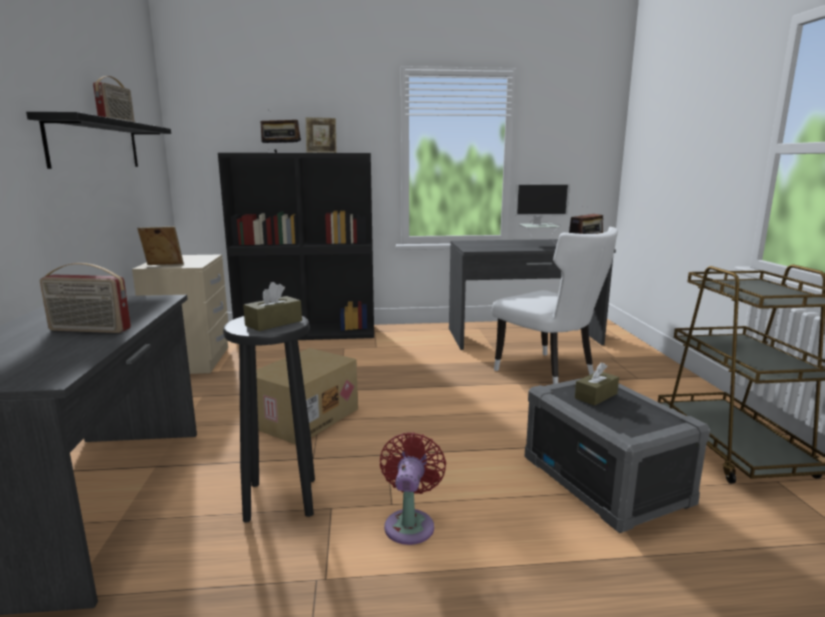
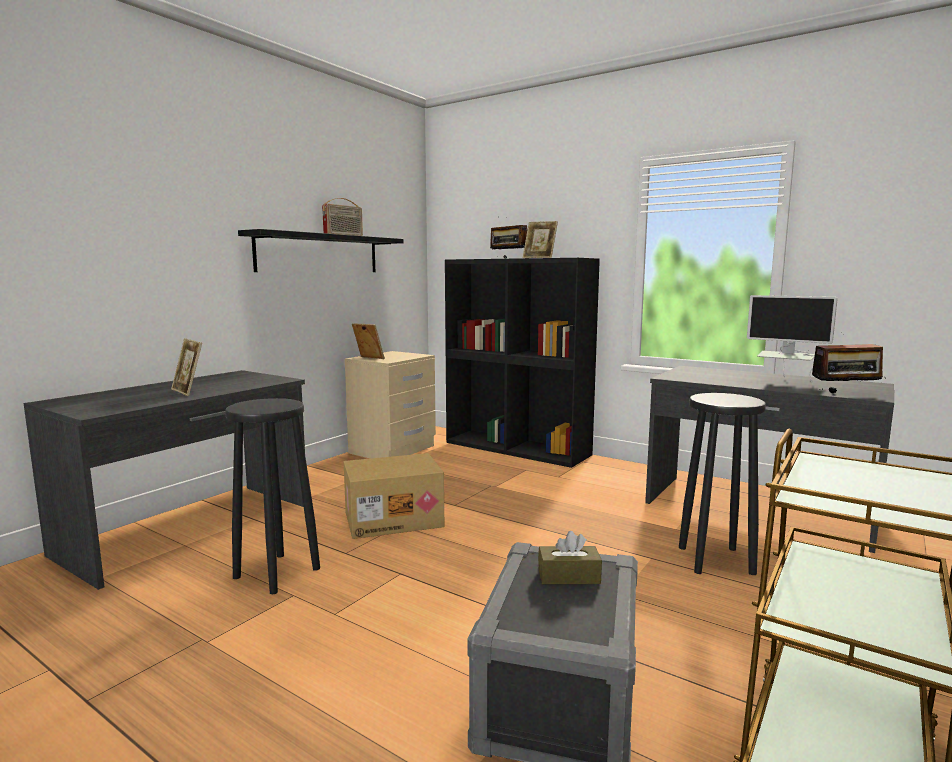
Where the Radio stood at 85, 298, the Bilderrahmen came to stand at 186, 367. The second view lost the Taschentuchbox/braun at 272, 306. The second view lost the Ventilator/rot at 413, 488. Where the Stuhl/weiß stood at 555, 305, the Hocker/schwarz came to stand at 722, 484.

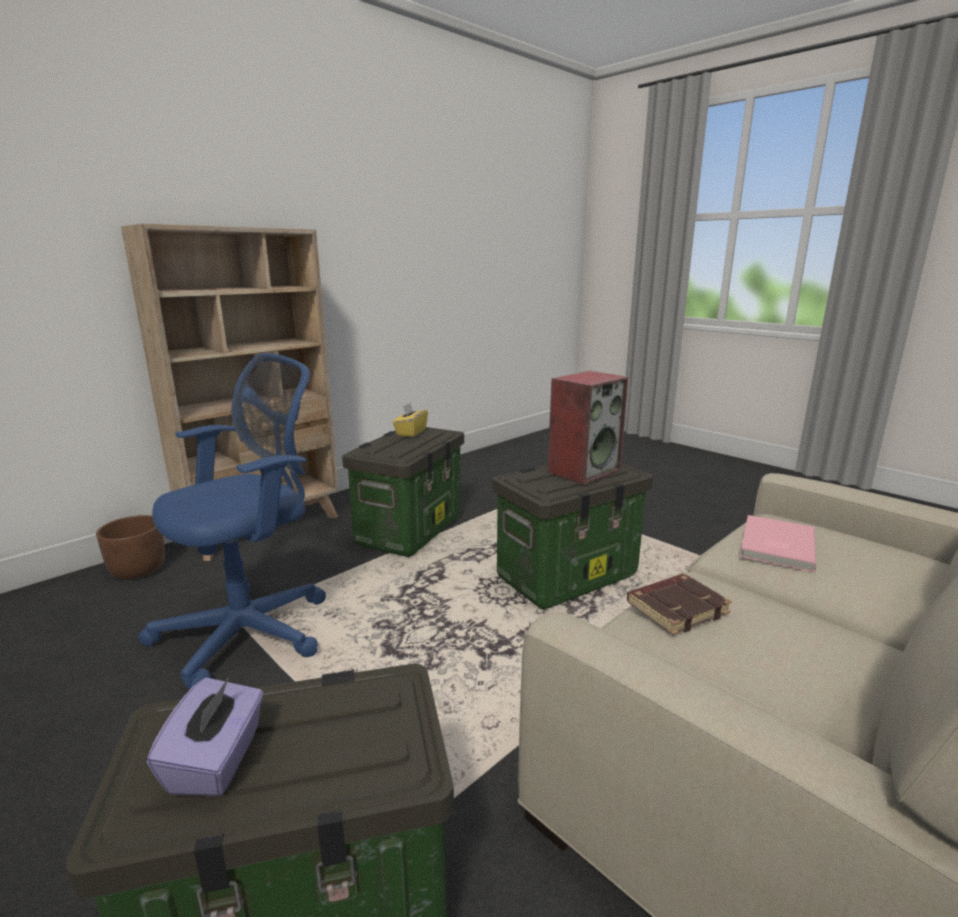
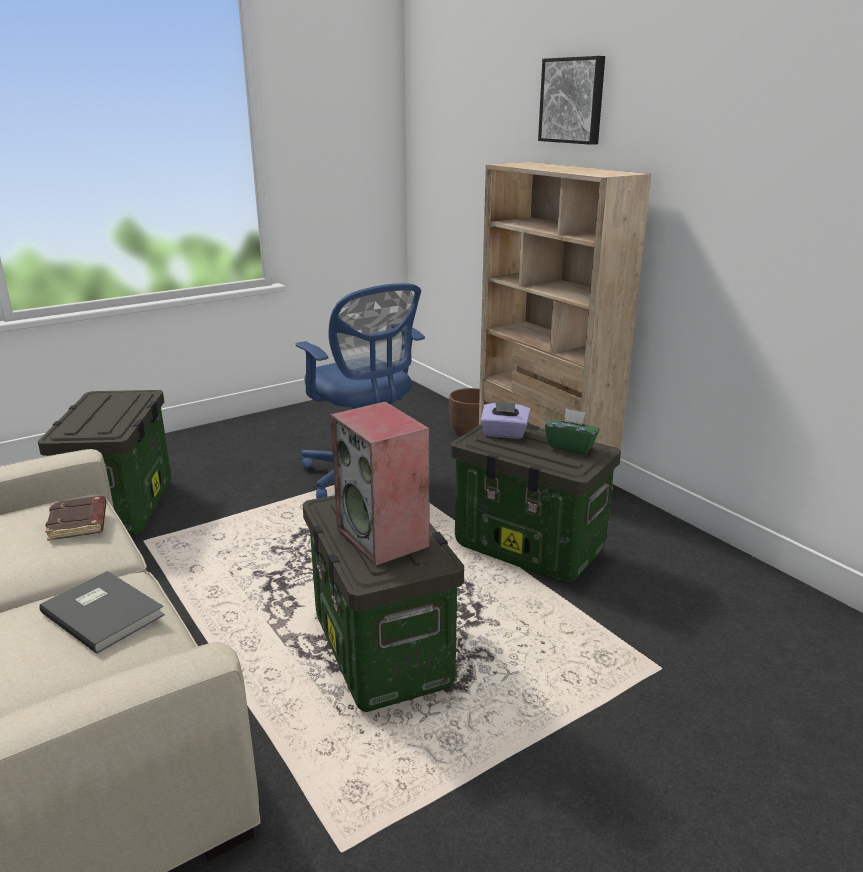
The Taschentuchbox/lila ended up elsewhere, having gone from 205, 736 to 505, 420. What was the Taschentuchbox/gelb at 410, 420 turned into the Taschentuchbox/grün at 572, 431. What was the Buch/rosa at 778, 543 turned into the Buch/grau at 102, 612. The second view gained the Bild at 571, 100.

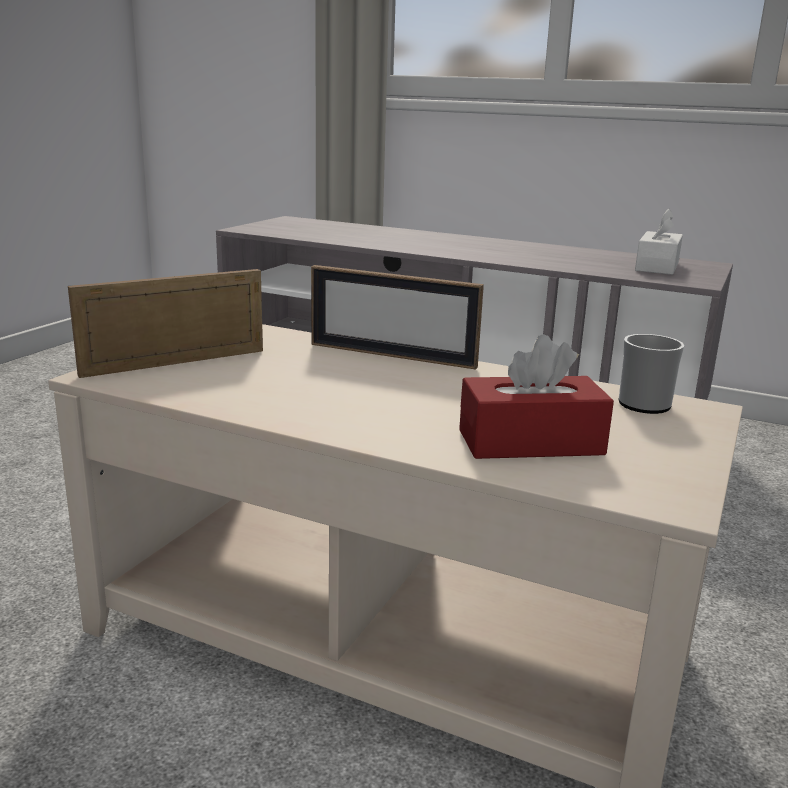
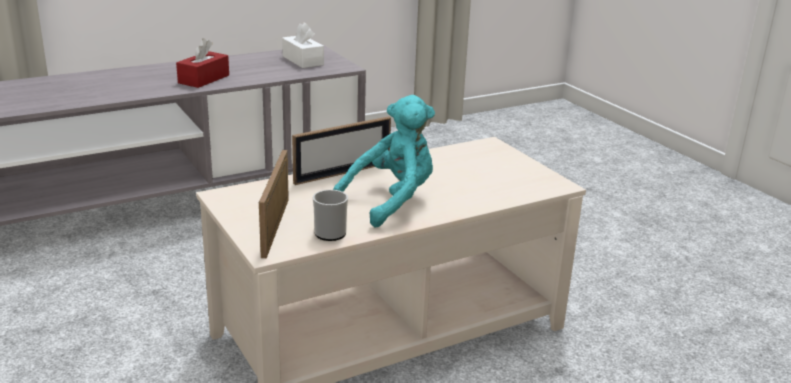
The Taschentuchbox/rot ended up elsewhere, having gone from 536, 396 to 202, 63. The Henkelbecher ended up elsewhere, having gone from 651, 374 to 330, 215. The second view gained the Plüschtier/türkis at 384, 161.

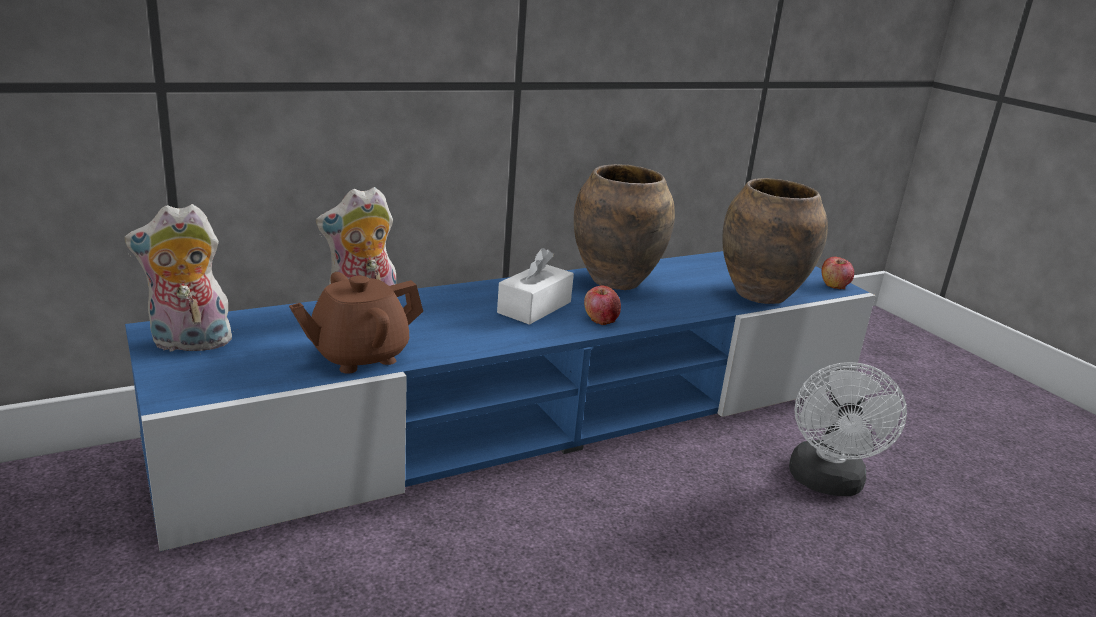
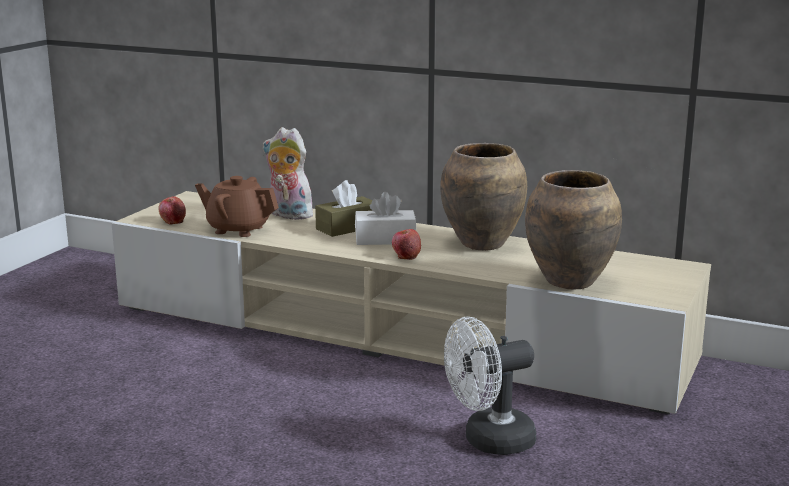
The second view lost the Plüschtier at 179, 278. What was the Fernsehschrank/blau at 500, 401 turned into the Fernsehschrank/beige at 411, 303. The Apfel ended up elsewhere, having gone from 838, 273 to 172, 210. The second view gained the Taschentuchbox/braun at 344, 208.

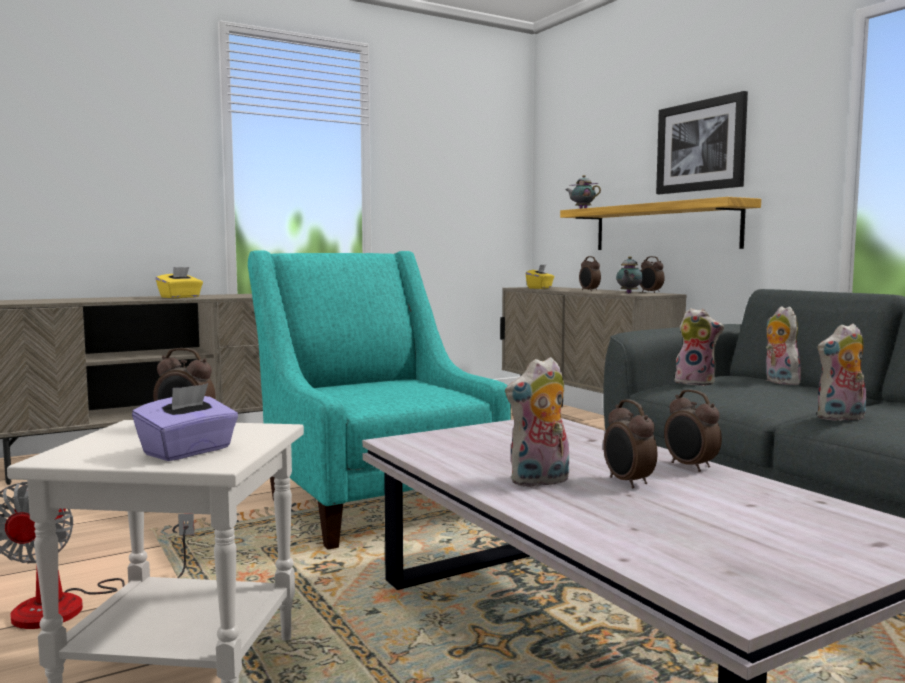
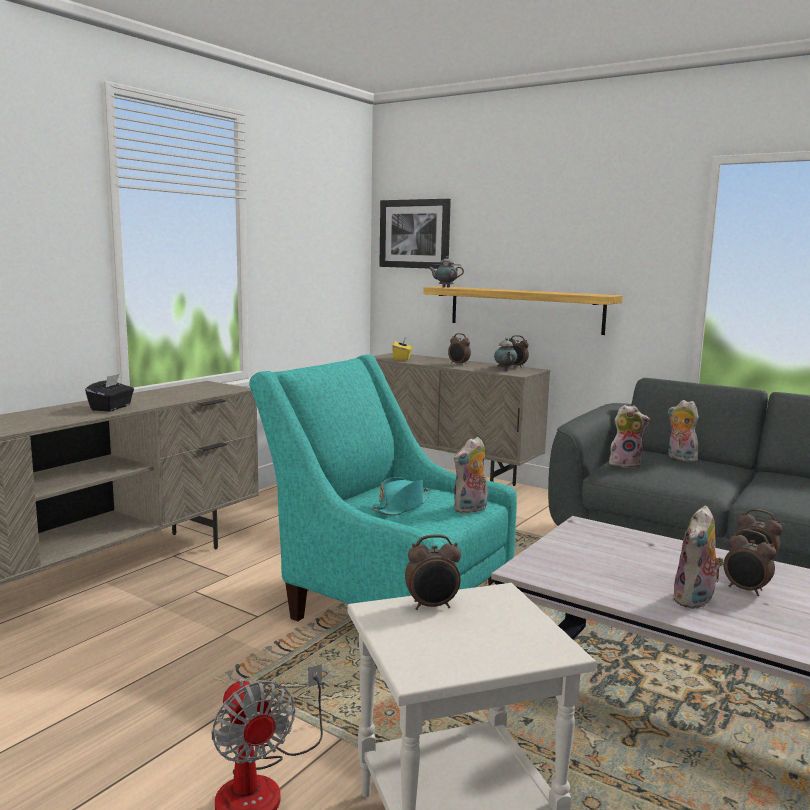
The second view lost the Taschentuchbox/lila at 185, 422. What was the Taschentuchbox/gelb at 179, 282 turned into the Taschentuchbox/schwarz at 109, 393. The Bild ended up elsewhere, having gone from 702, 142 to 415, 234. The Plüschtier ended up elsewhere, having gone from 841, 372 to 471, 475. The second view gained the Hut/türkis at 401, 496.

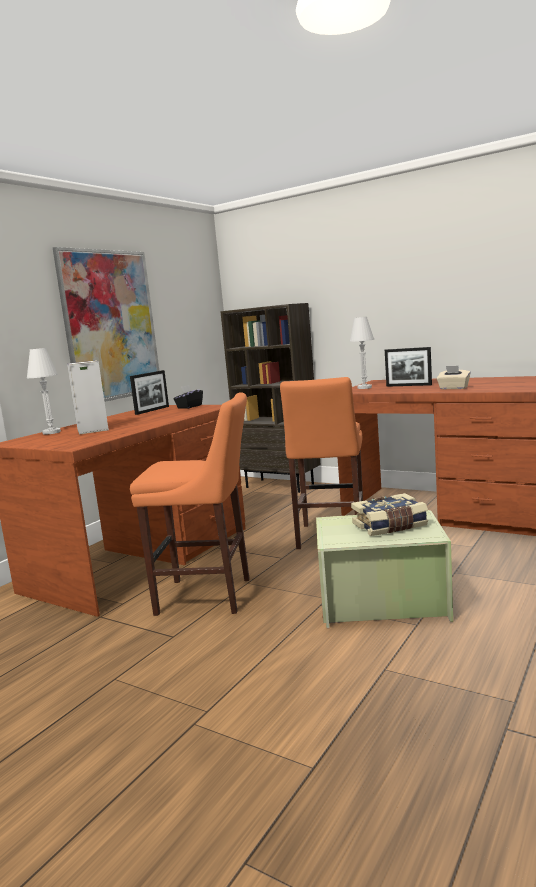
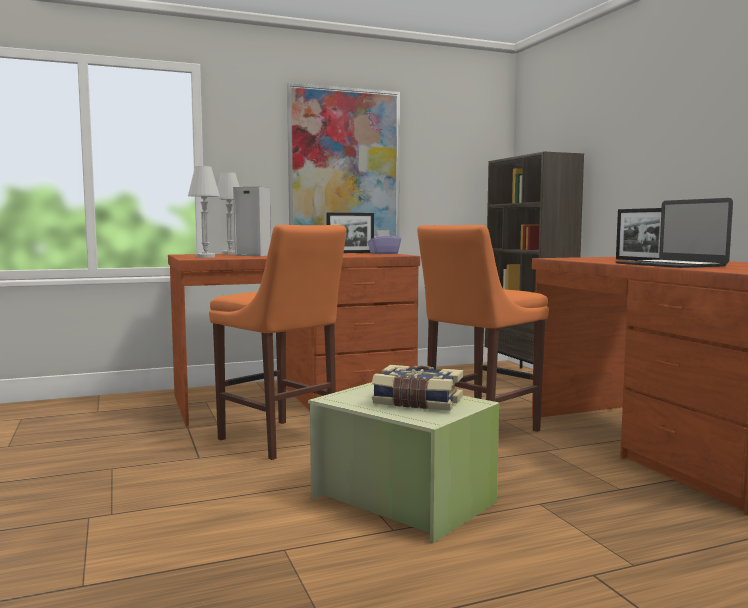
What was the Taschentuchbox/schwarz at 188, 397 turned into the Taschentuchbox/lila at 384, 242. The Tischlampe/weiß ended up elsewhere, having gone from 361, 353 to 204, 212. Where the Taschentuchbox/beige stood at 454, 377, the Laptop came to stand at 674, 233.

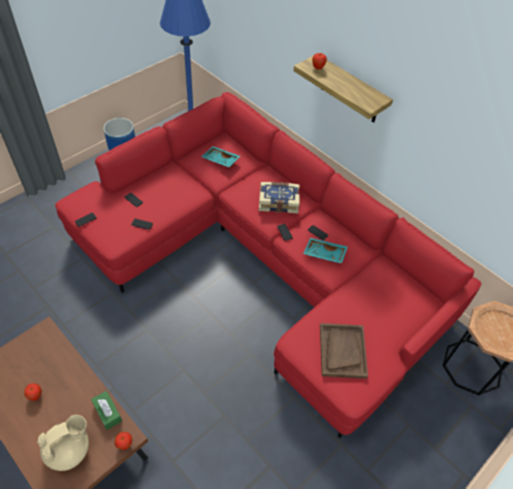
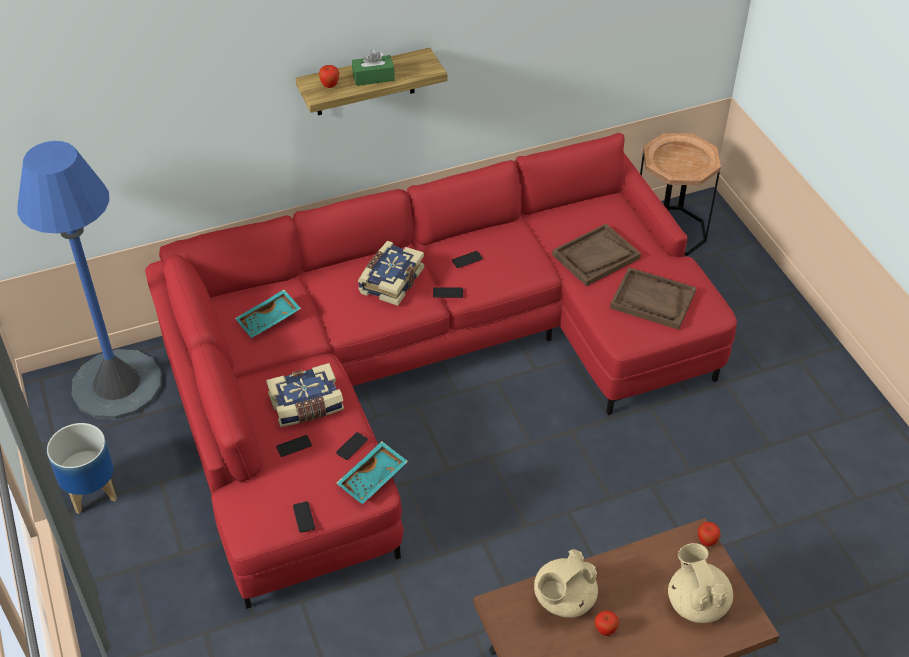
The Taschentuchbox/grün ended up elsewhere, having gone from 106, 410 to 373, 68. The Tablett/türkis ended up elsewhere, having gone from 325, 251 to 372, 472. The second view gained the Buch at 305, 395. The second view gained the Teekanne/beige at 566, 583. The second view gained the Tablett/braun at 596, 255.

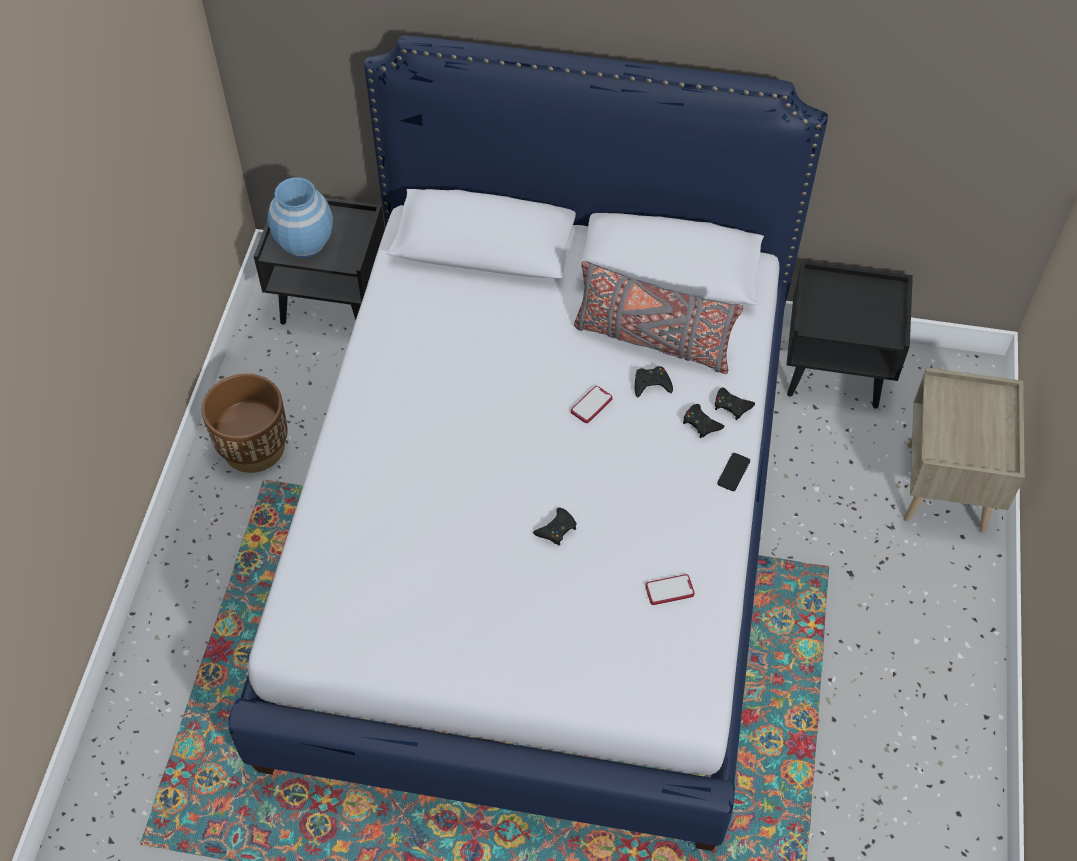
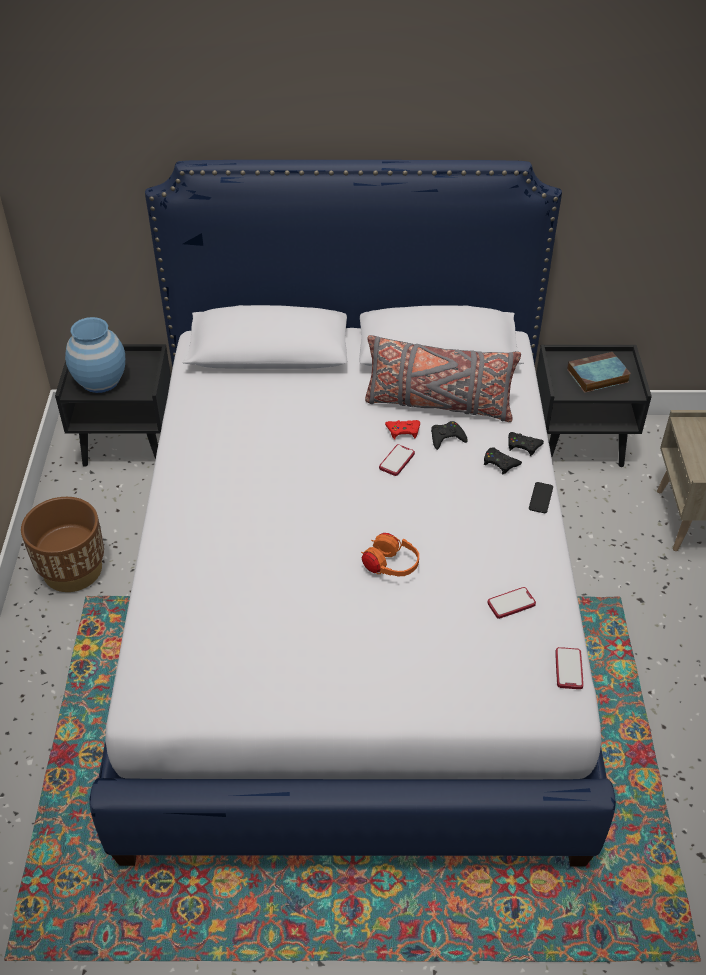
Where the Gamepad/schwarz stood at 555, 526, the Kopfhörer/orange came to stand at 390, 554. The second view gained the Gamepad/rot at 402, 429. The second view gained the Handy at 569, 668. The second view gained the Buch at 599, 372.

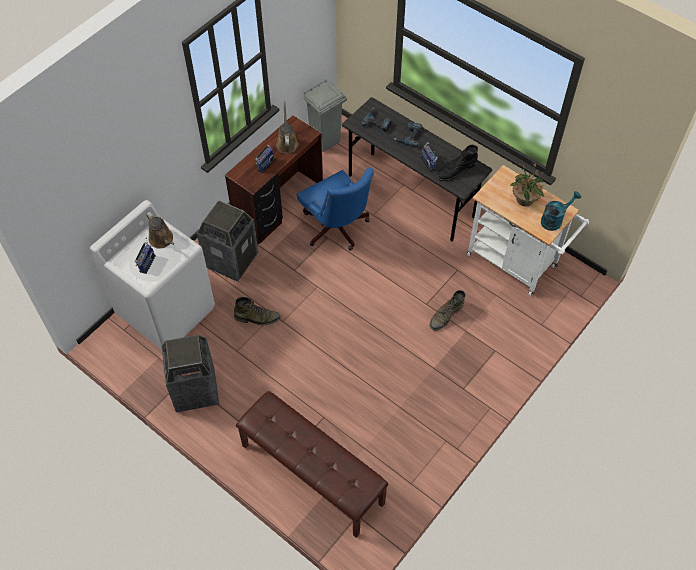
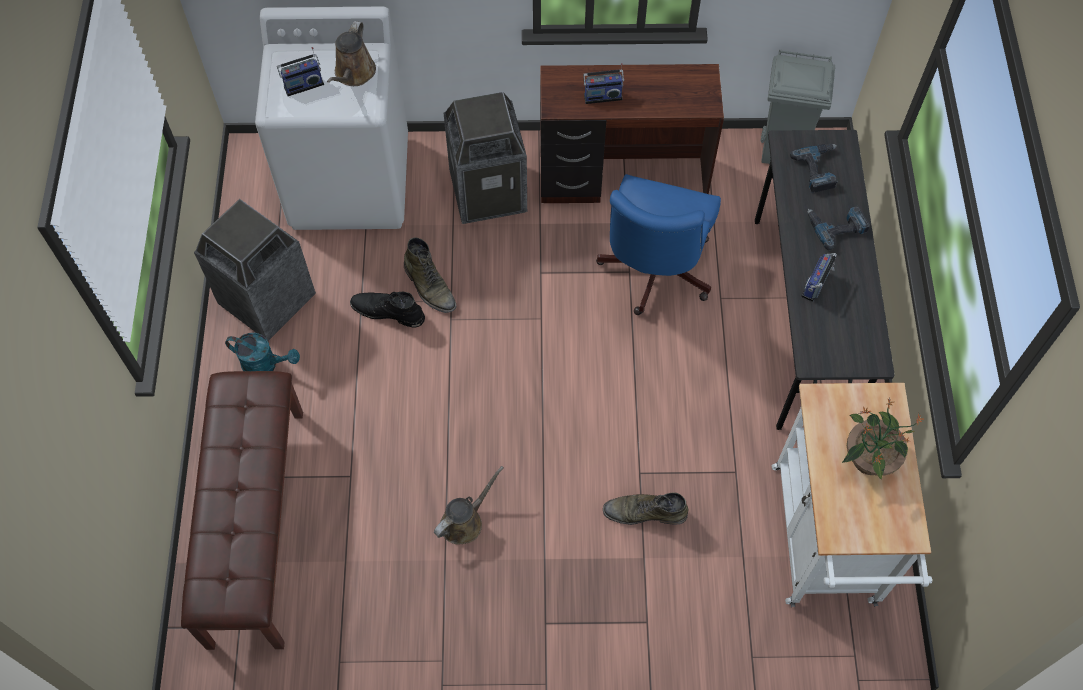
The Gießkanne/braun ended up elsewhere, having gone from 287, 127 to 469, 505. The Stiefel/schwarz ended up elsewhere, having gone from 457, 163 to 387, 310. The Gießkanne/türkis ended up elsewhere, having gone from 561, 211 to 262, 352.

